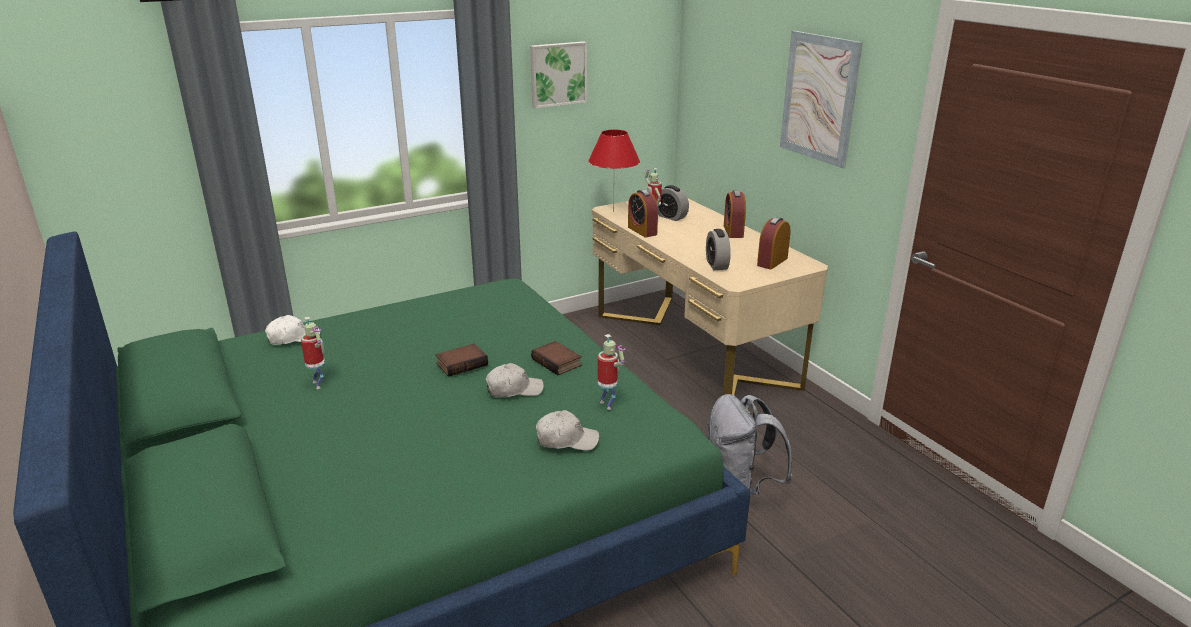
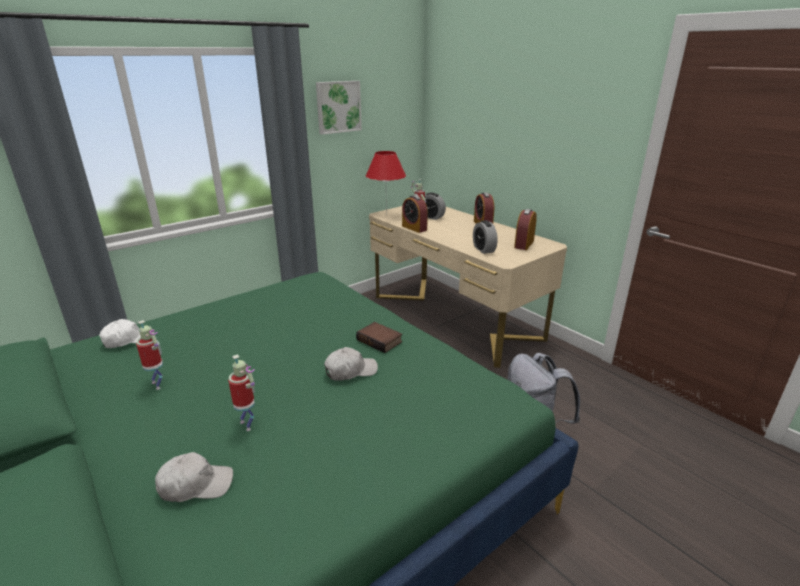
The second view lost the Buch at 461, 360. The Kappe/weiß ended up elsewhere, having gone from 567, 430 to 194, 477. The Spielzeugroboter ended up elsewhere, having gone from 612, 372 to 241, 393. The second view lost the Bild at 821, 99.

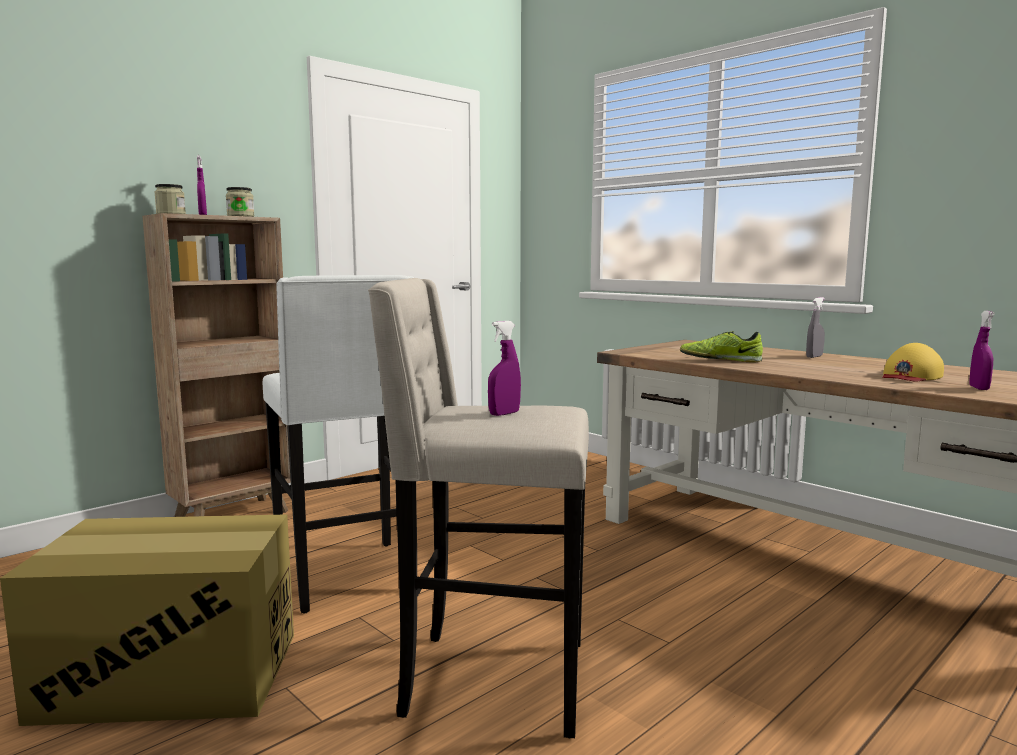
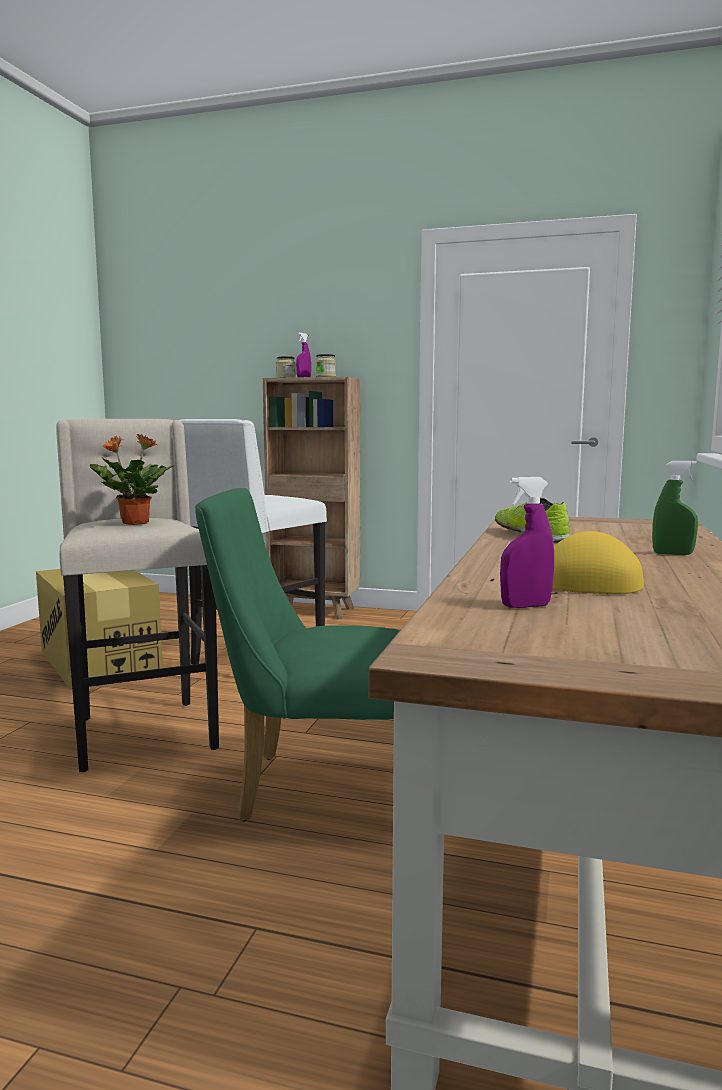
Where the Sprühflasche/lila stood at 504, 368, the Topfpflanze came to stand at 132, 479. What was the Sprühflasche/grau at 815, 327 turned into the Sprühflasche/grün at 675, 508. The second view gained the Stuhl/grün at 297, 655.

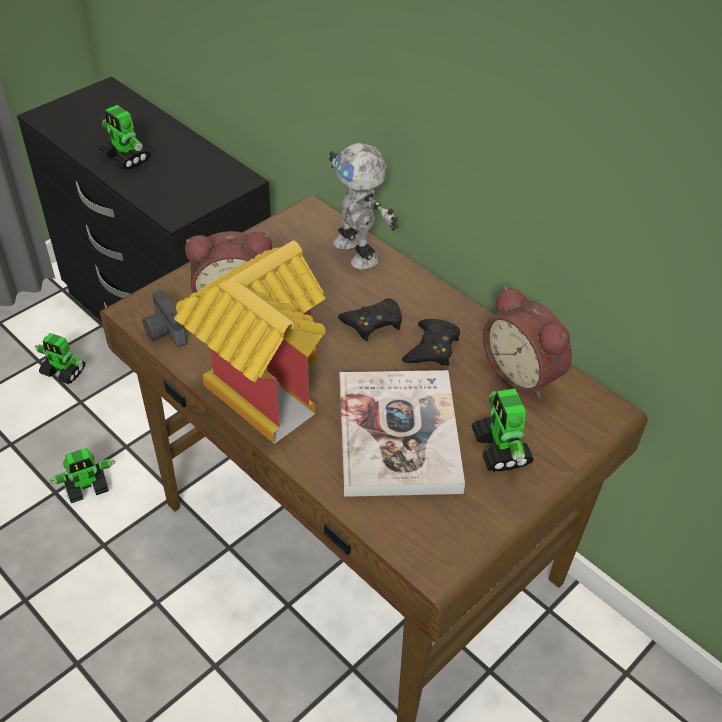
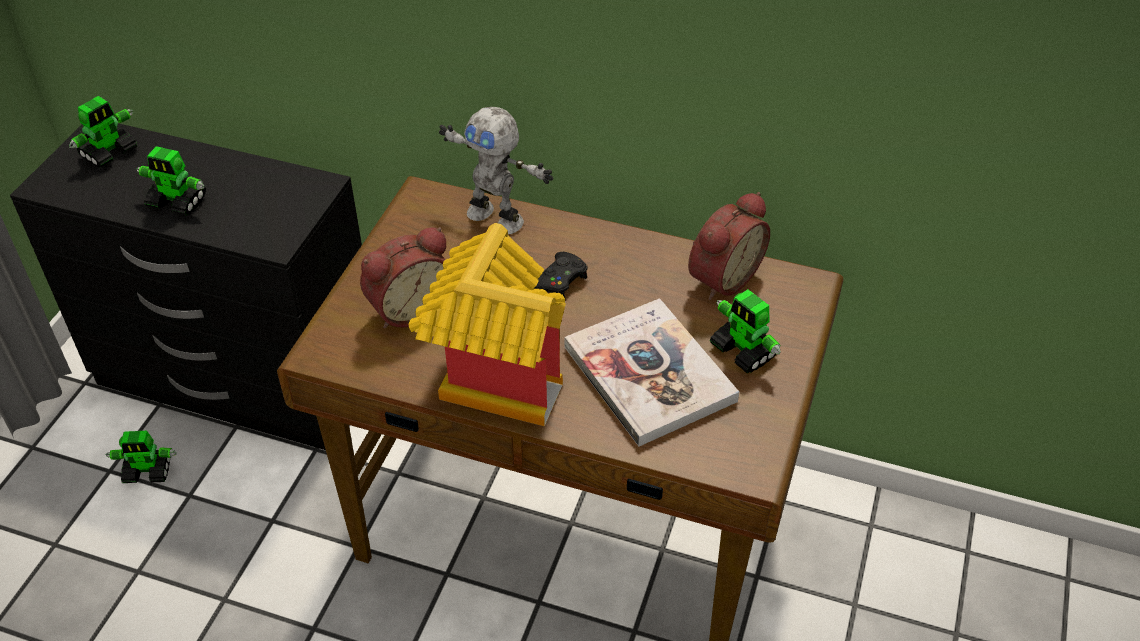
The Spielzeugroboter ended up elsewhere, having gone from 82, 475 to 103, 132. The second view lost the Kamera at 165, 318. The second view lost the Gamepad/schwarz at 431, 342. The Wecker at 527, 342 ended up facing another way, 75 degrees counterclockwise from before.

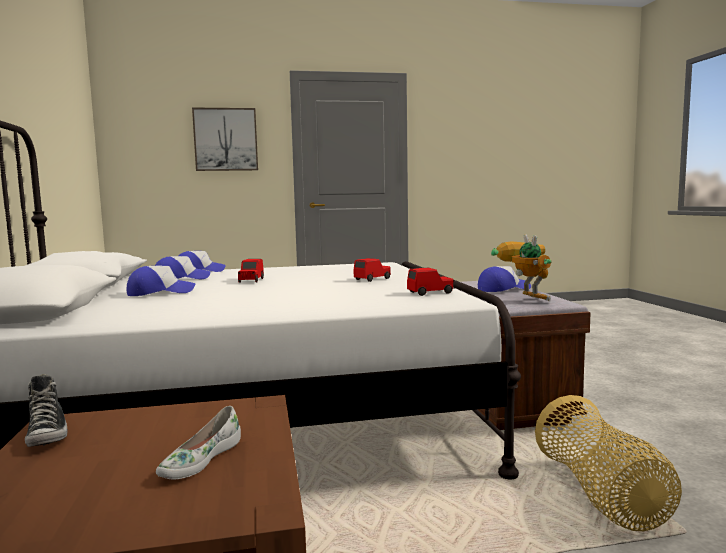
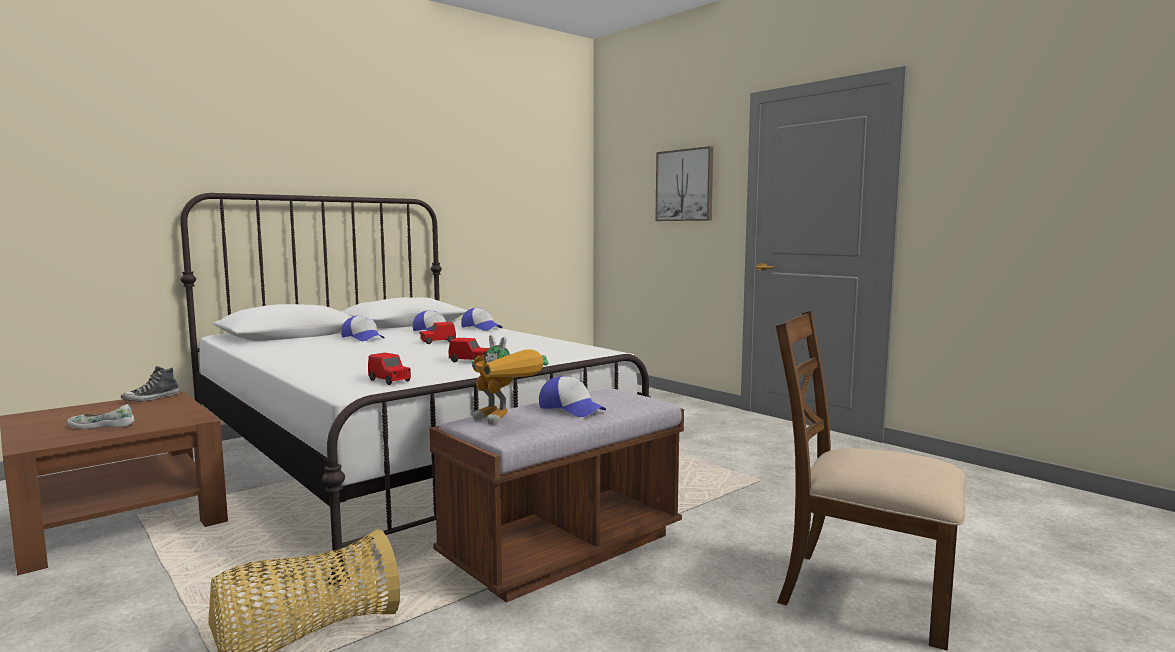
The Spielzeugroboter at 521, 268 ended up facing another way, 90 degrees clockwise from before. The second view gained the Stuhl/braun at 871, 480.

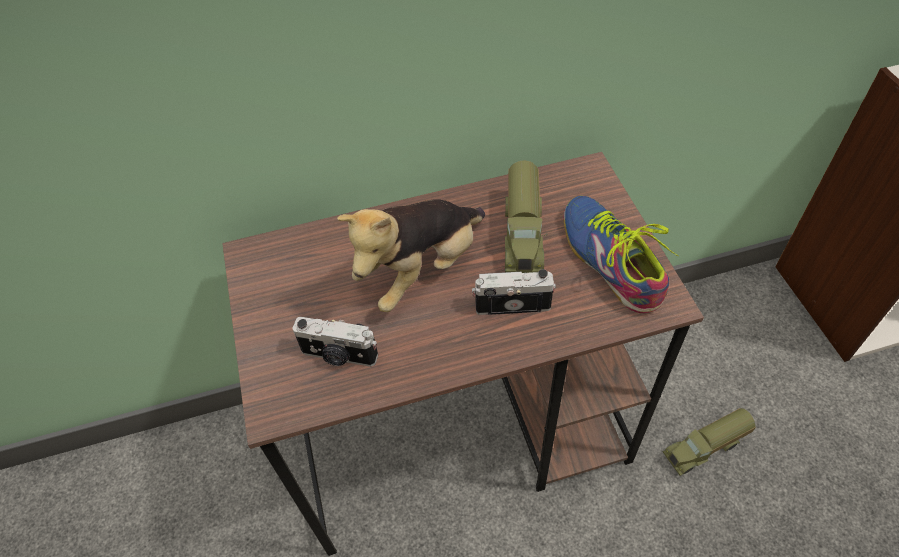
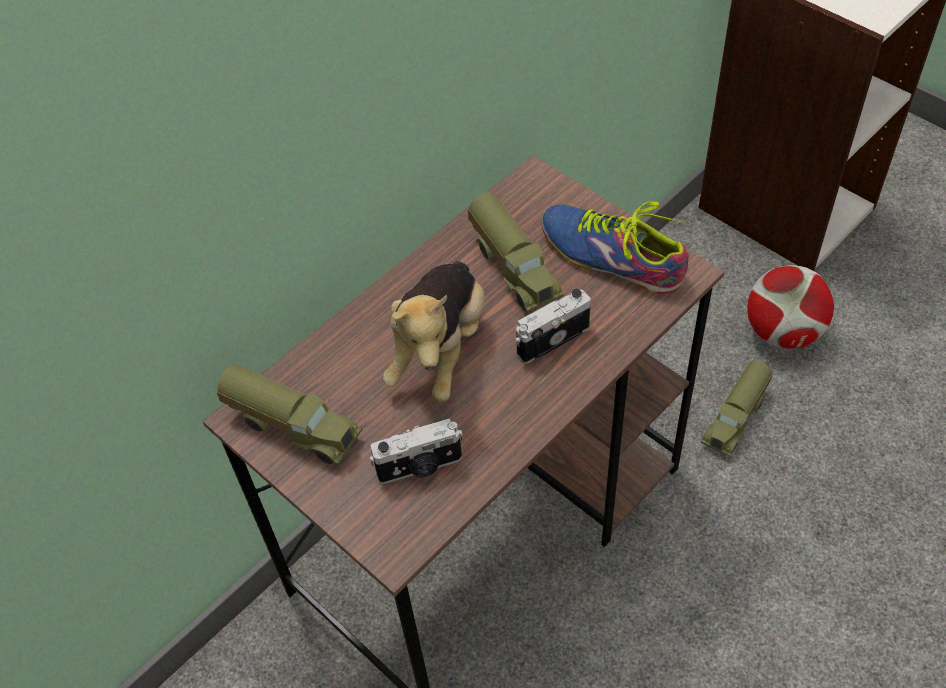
The second view gained the Spielzeuglaster at 289, 414. The second view gained the Fußball at 790, 307.

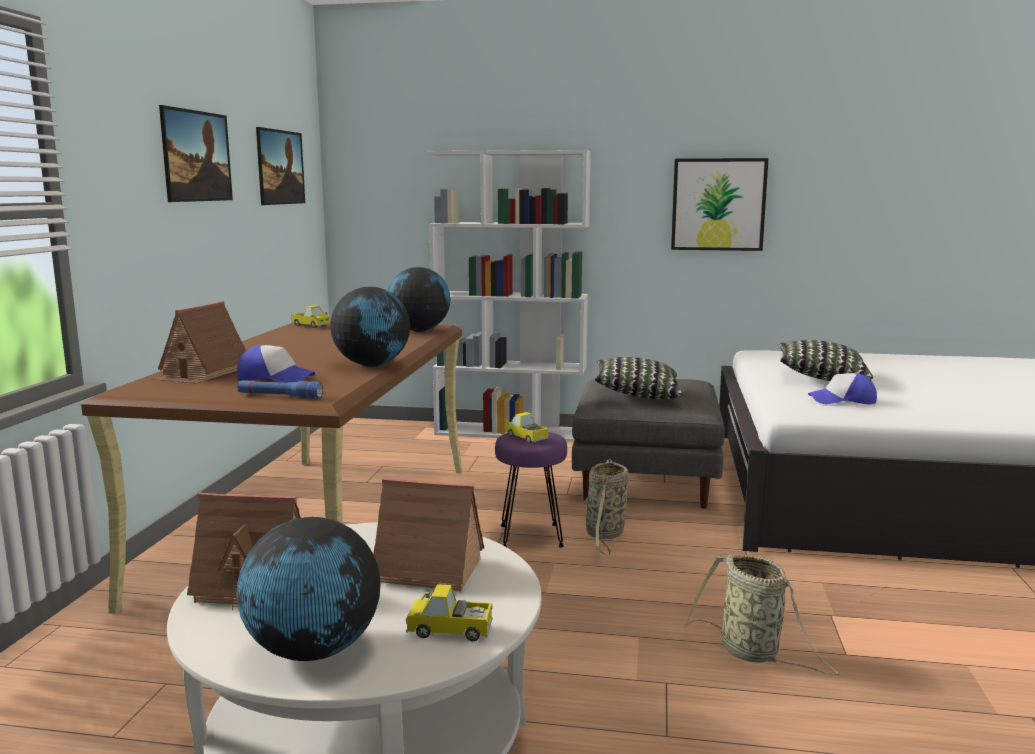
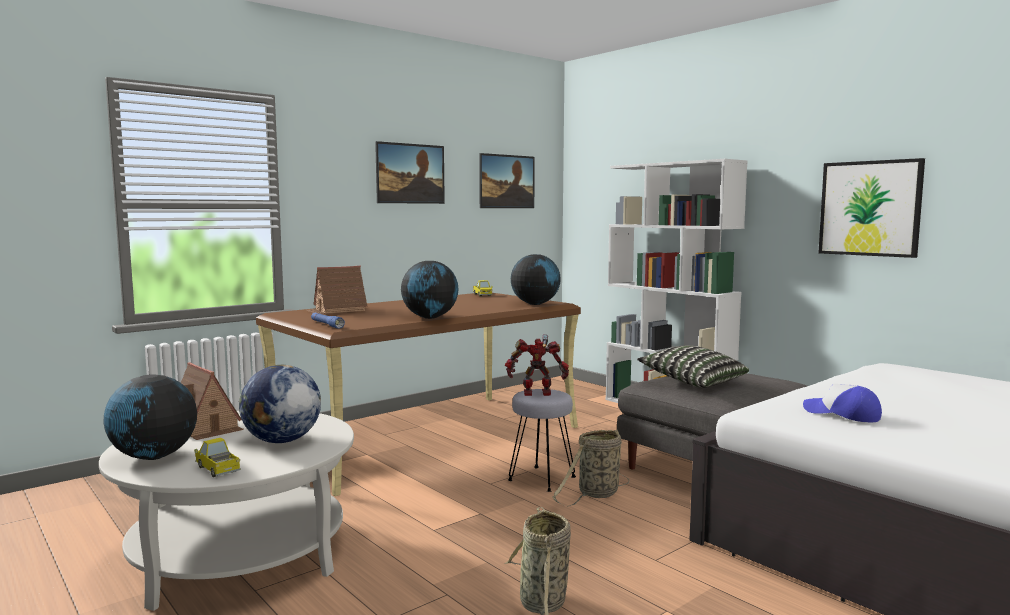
The second view lost the Kappe at 276, 364. Where the Spielzeughaus stood at 428, 534, the Globus came to stand at 280, 404. What was the Hocker/lila at 531, 489 turned into the Hocker/grau at 542, 440. Where the Spielzeuglaster stood at 526, 427, the Spielzeugroboter came to stand at 537, 365. The second view lost the Kissen at 825, 360.

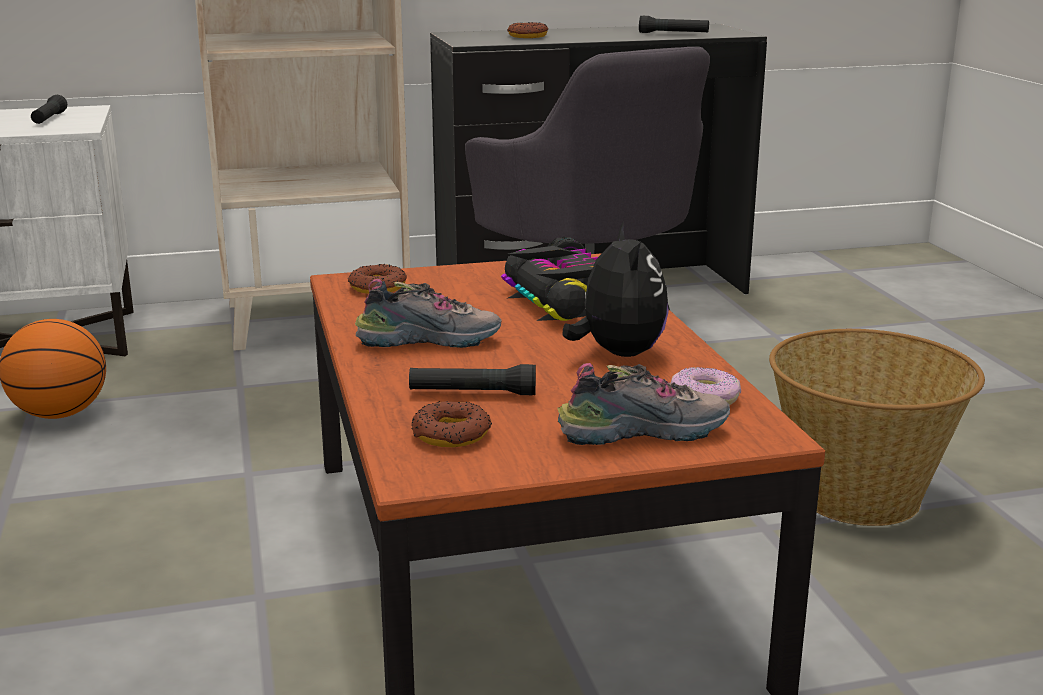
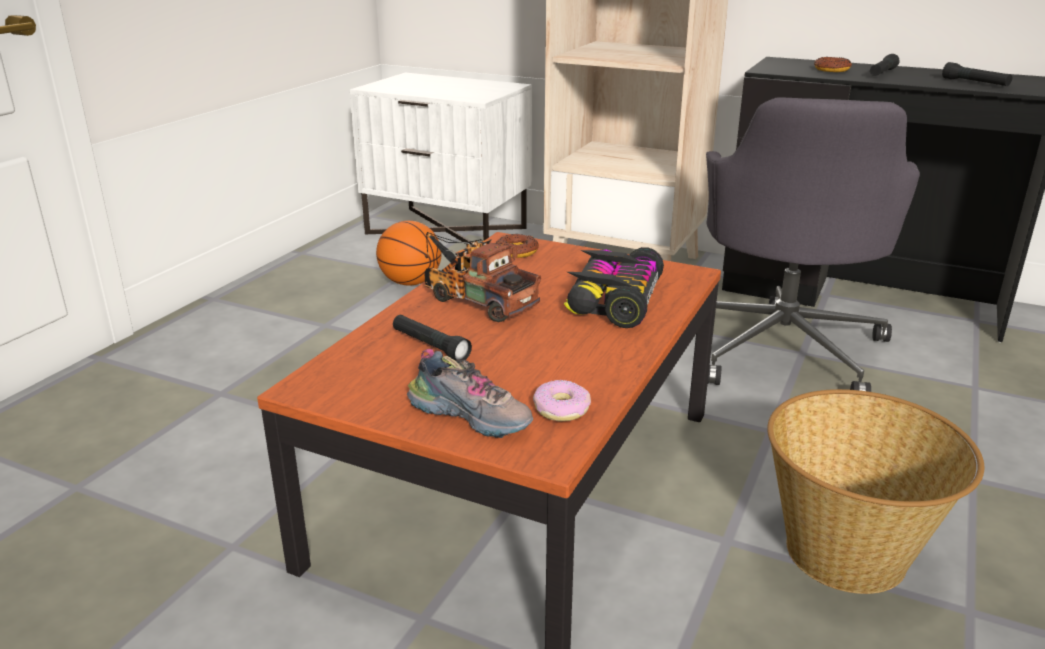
The Taschenlampe/schwarz ended up elsewhere, having gone from 49, 109 to 884, 65. Where the Schuh stood at 428, 313, the Spielzeuglaster came to stand at 482, 277. The second view lost the Donut at 451, 424. The second view lost the Plüschtier at 616, 289.

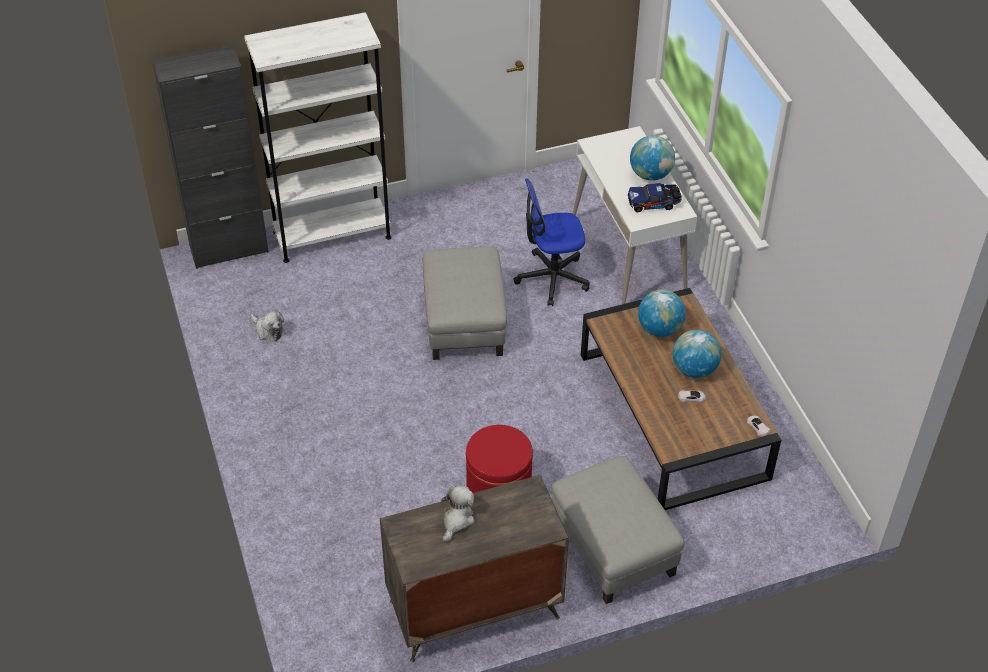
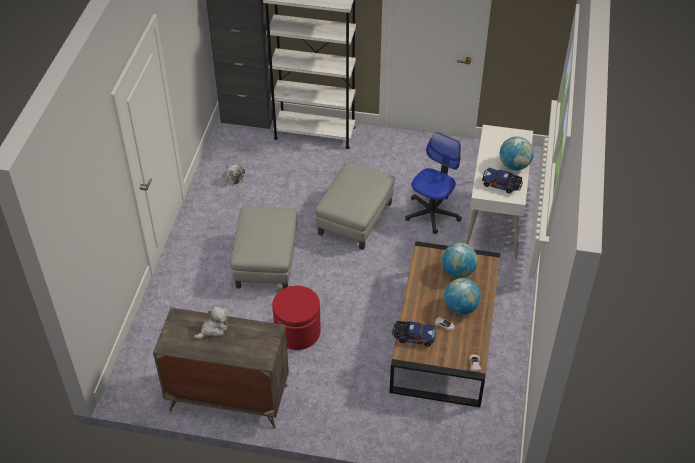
The Bürostuhl at 551, 242 ended up facing another way, 105 degrees clockwise from before. The Polsterhocker/grau ended up elsewhere, having gone from 617, 530 to 264, 247. The second view gained the Spielzeuglaster at 414, 334.

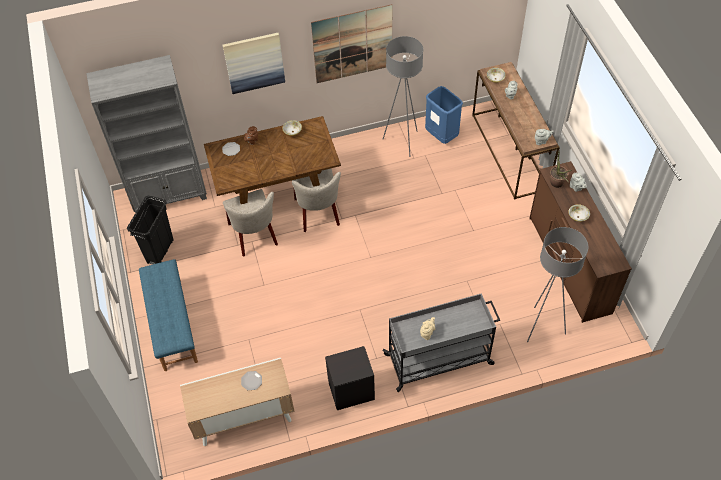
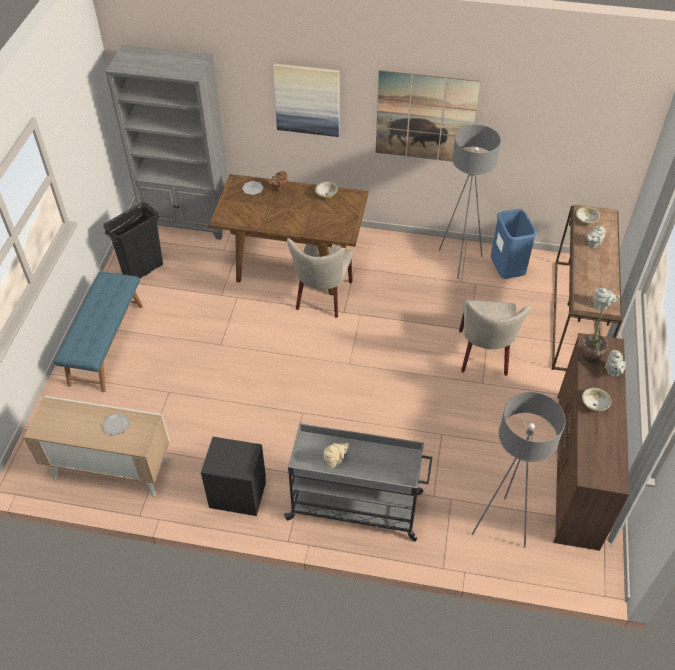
The Stuhl/beige ended up elsewhere, having gone from 250, 223 to 495, 338.

